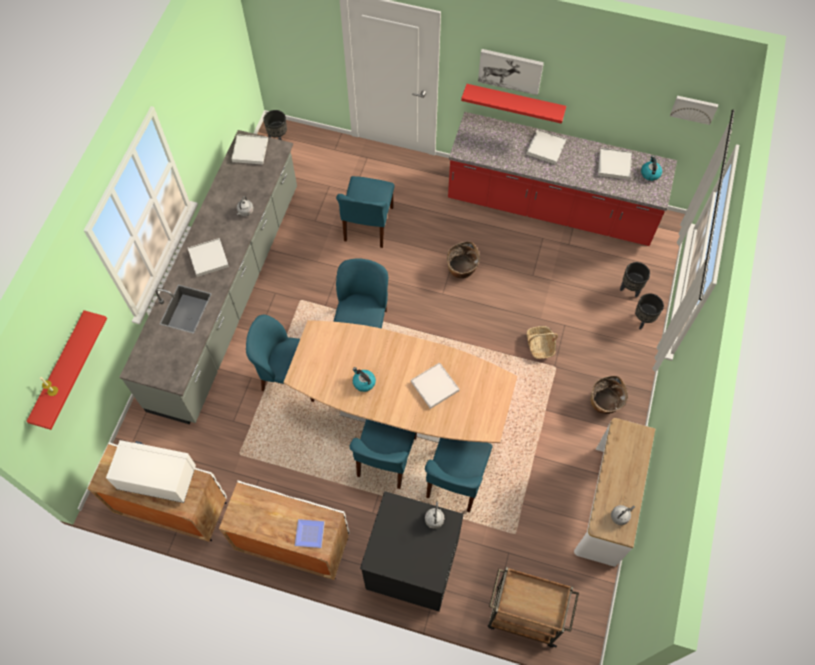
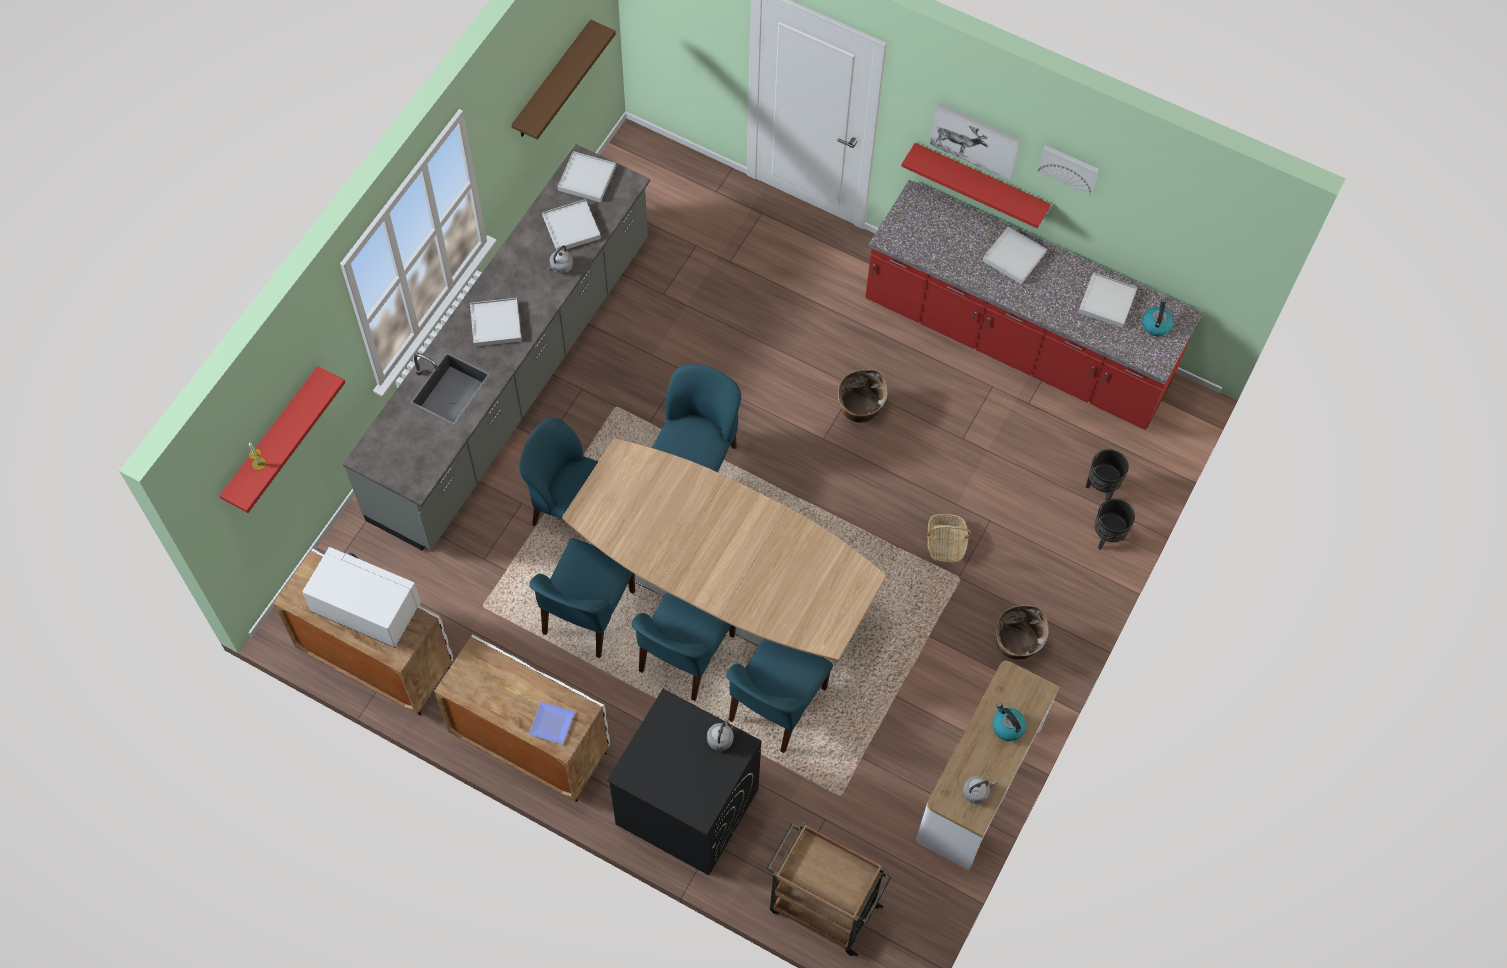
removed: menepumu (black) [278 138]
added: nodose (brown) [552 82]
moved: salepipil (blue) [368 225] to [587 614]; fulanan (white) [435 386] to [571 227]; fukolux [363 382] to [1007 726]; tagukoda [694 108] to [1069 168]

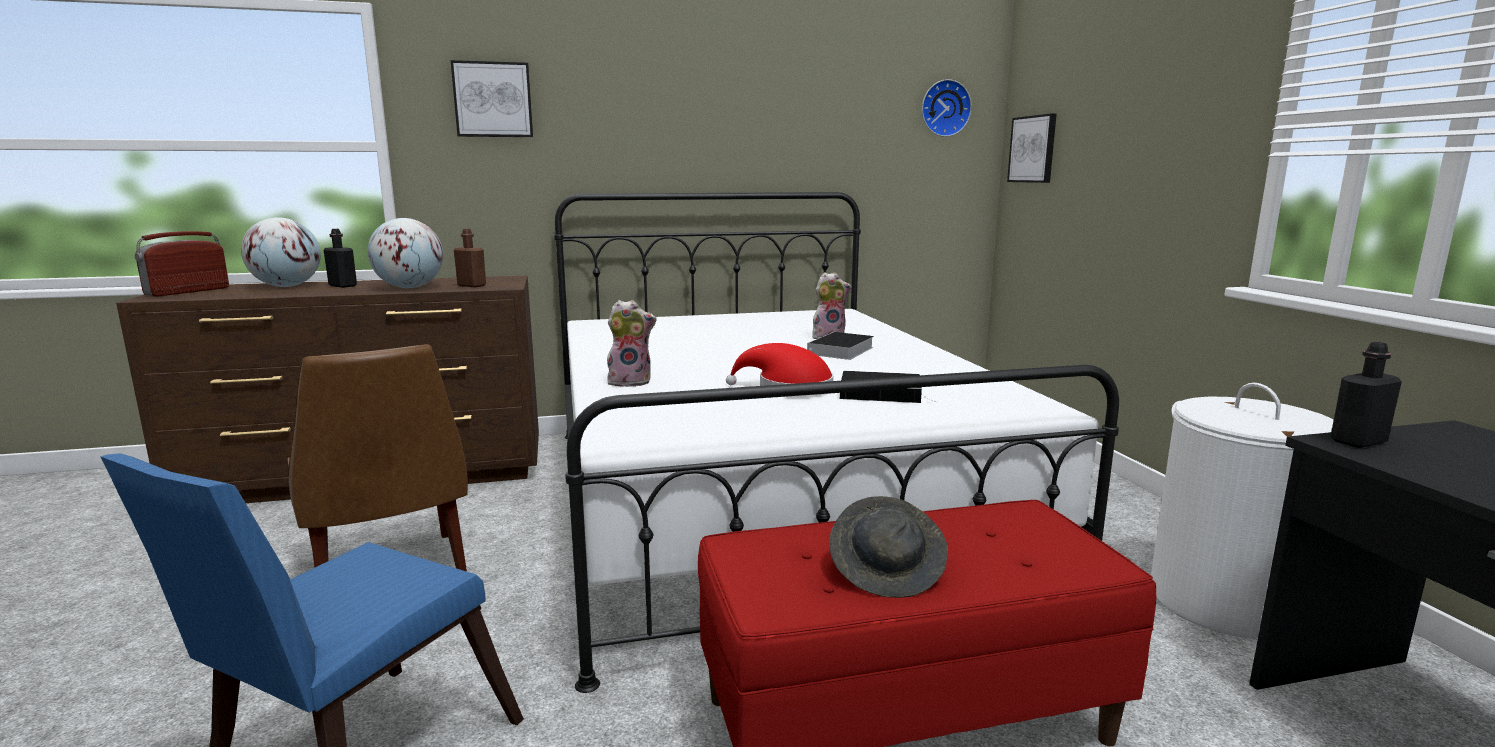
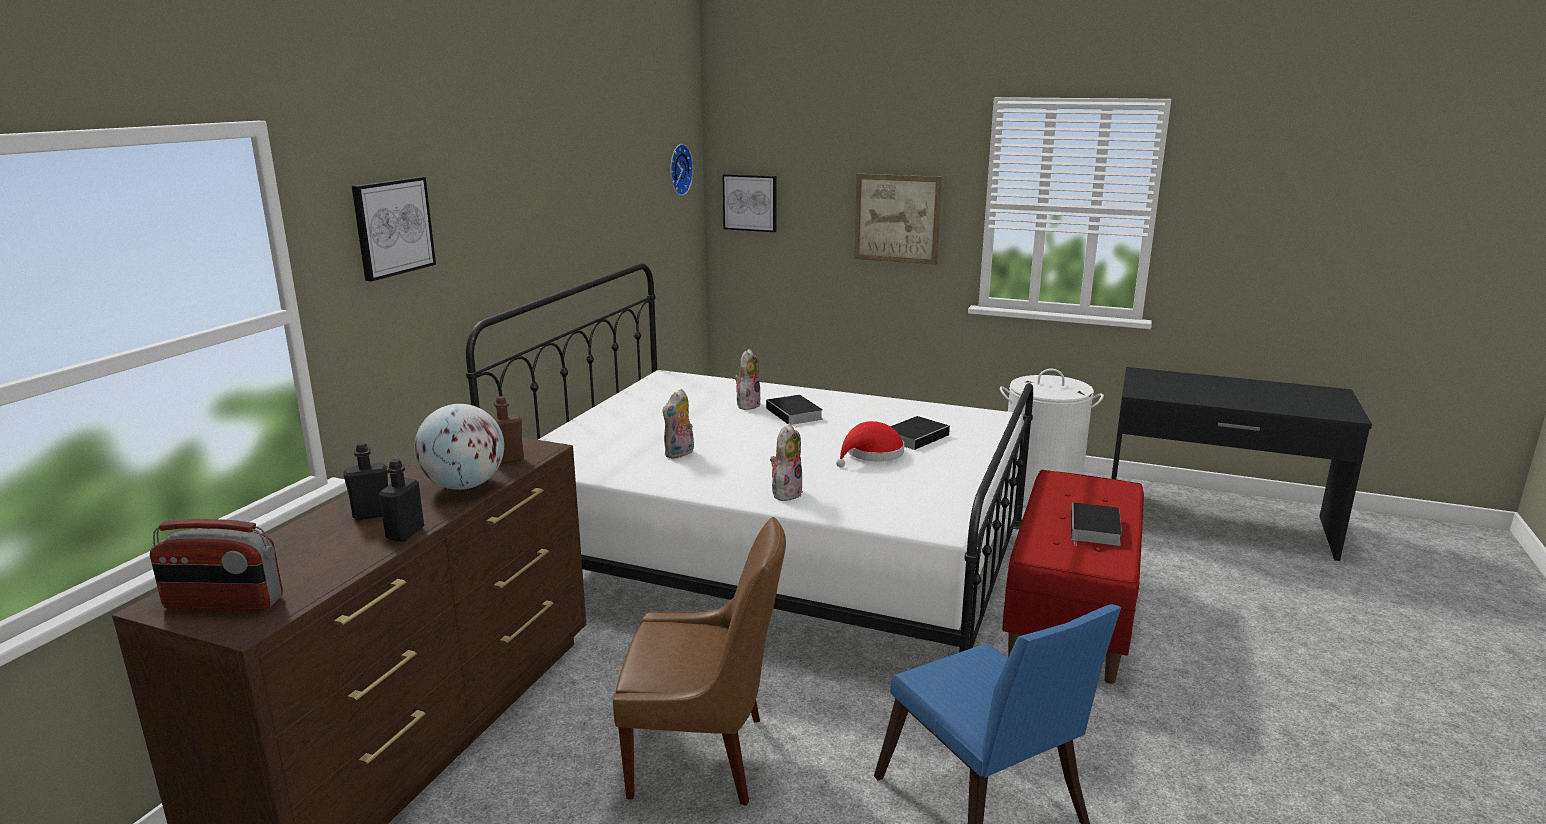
removed: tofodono [286 286]
added: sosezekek [680 454]; tagukoda [897 218]
moved: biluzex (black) [1358 442] to [405 533]
replaced: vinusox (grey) [887 571] to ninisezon [1095 529]
turned: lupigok [187 291] = [223 603] 60 degrees counterclockwise

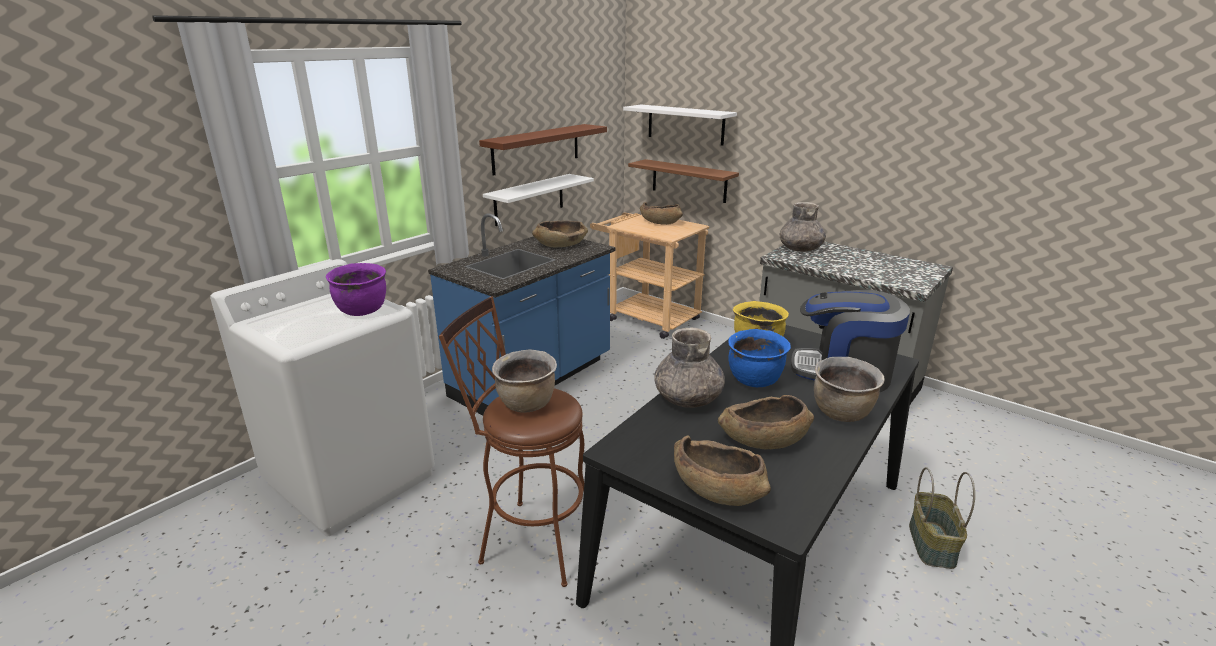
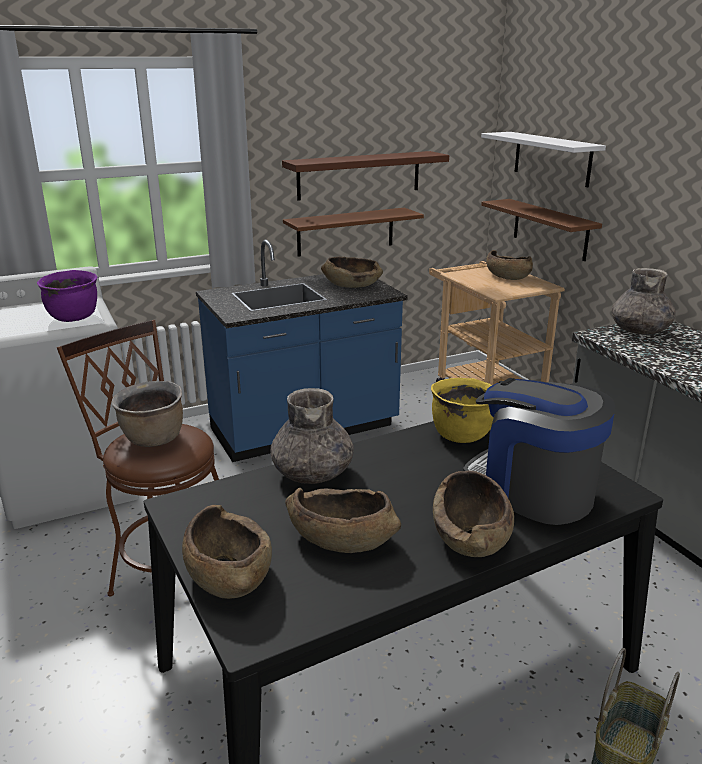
removed: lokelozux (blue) [755 380]
replaced: lokelozux (brown) [842 413] to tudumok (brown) [471 536]
recoloured: nodose (white) [529 199] to nodose (brown) [345 232]

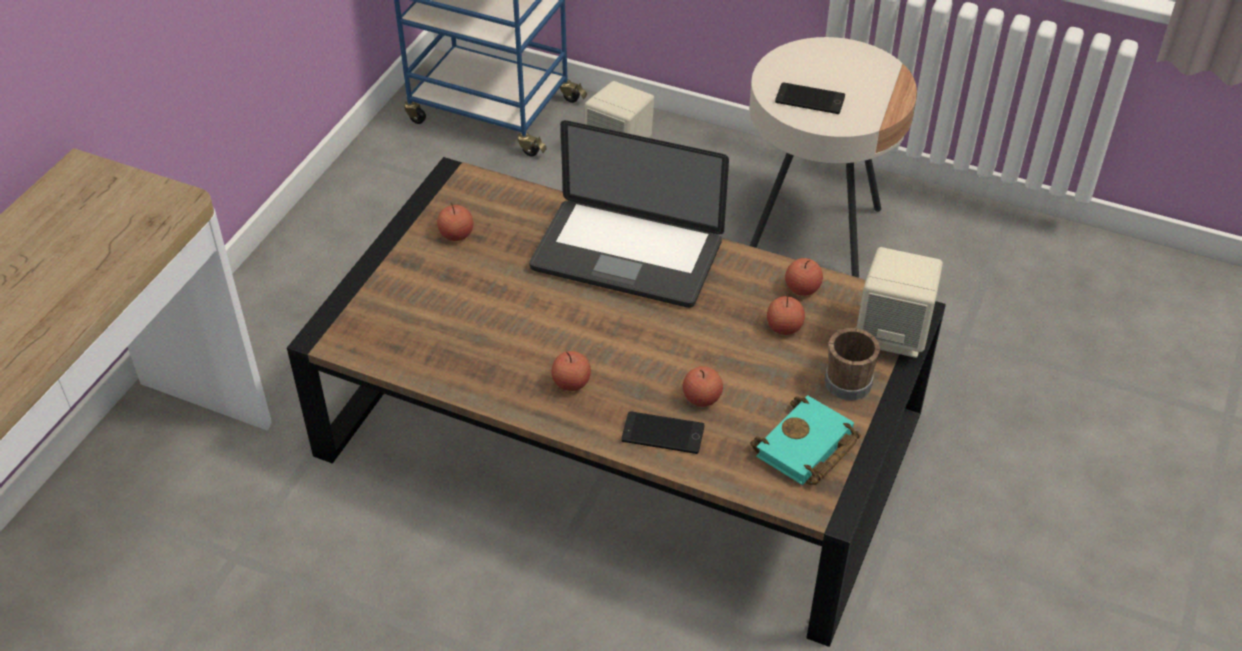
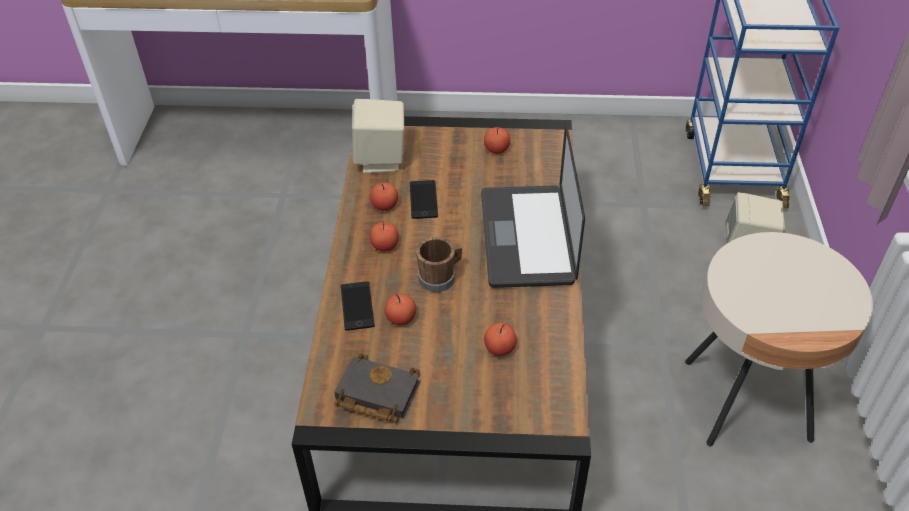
moved: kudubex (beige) [893 333] to [381 159]; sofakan [802 288] to [385 206]; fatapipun [810 99] to [423 200]; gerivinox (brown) [846 379] to [440 277]
recoloured: ninisezon (turquoise) [806 449] to ninisezon (black) [374 394]

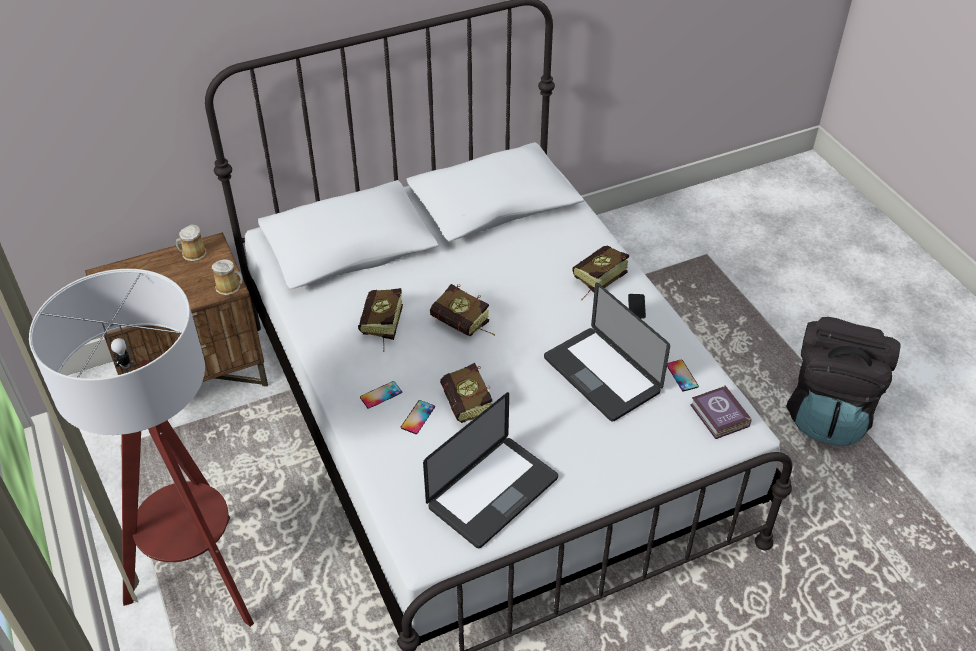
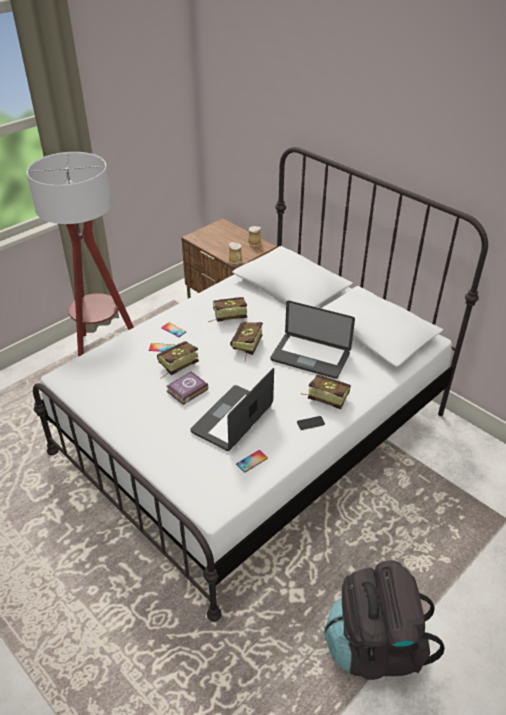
moved: ninisezon [719 417] to [186 390]; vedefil [493 493] to [310 357]

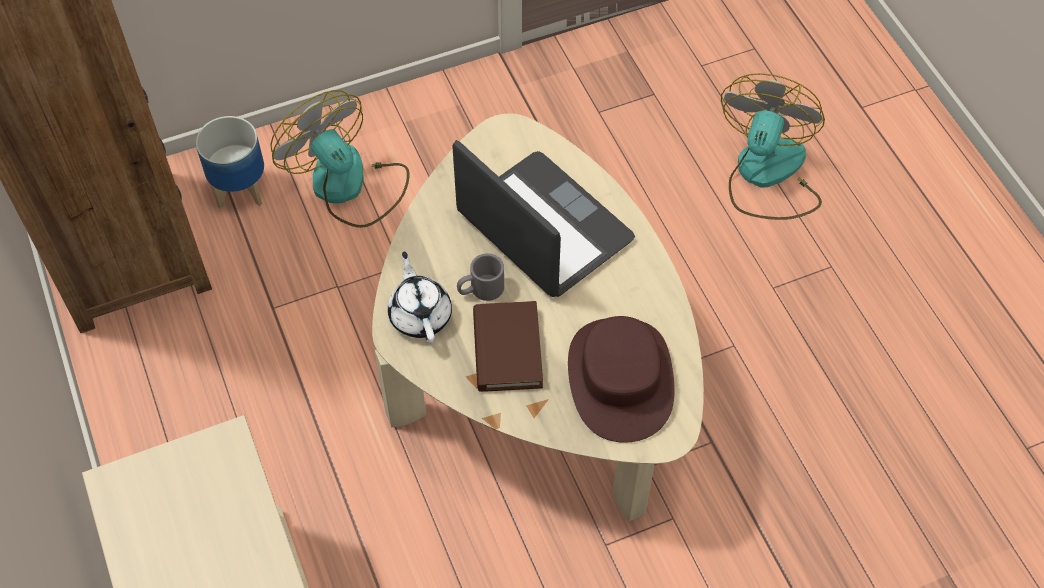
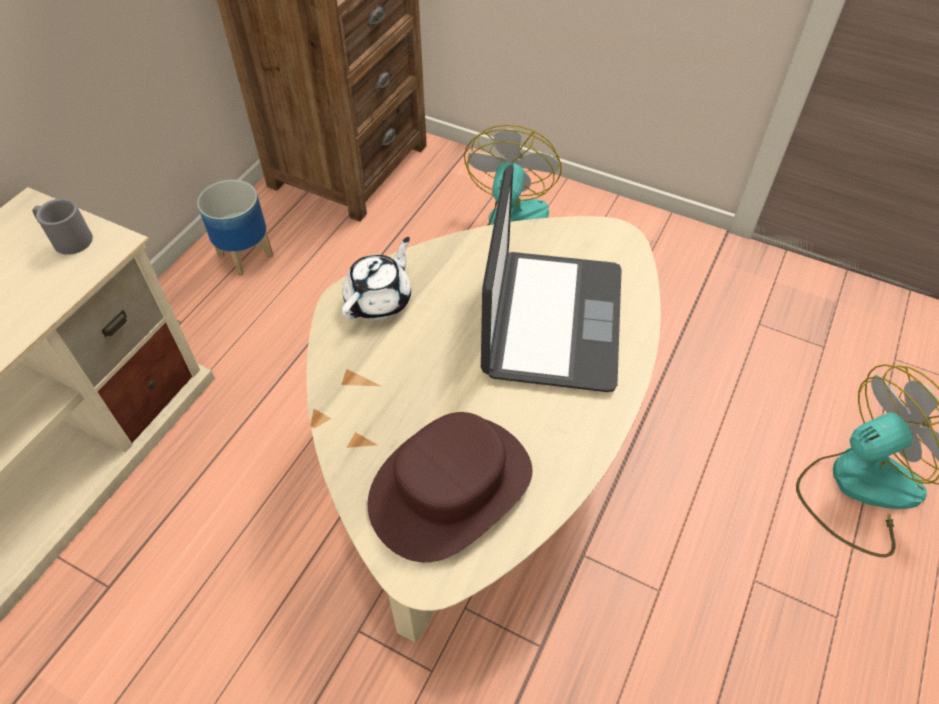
removed: ninisezon (brown) [507 349]
moved: gerivinox (grey) [480 289] to [66 238]; menepumu [239 189] to [245 255]

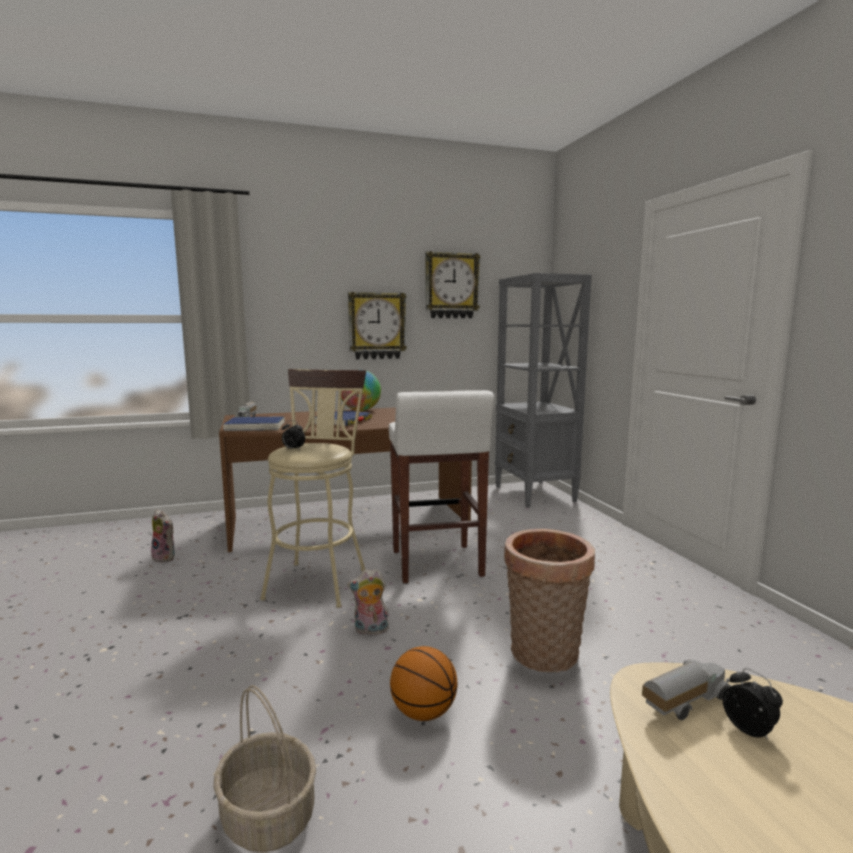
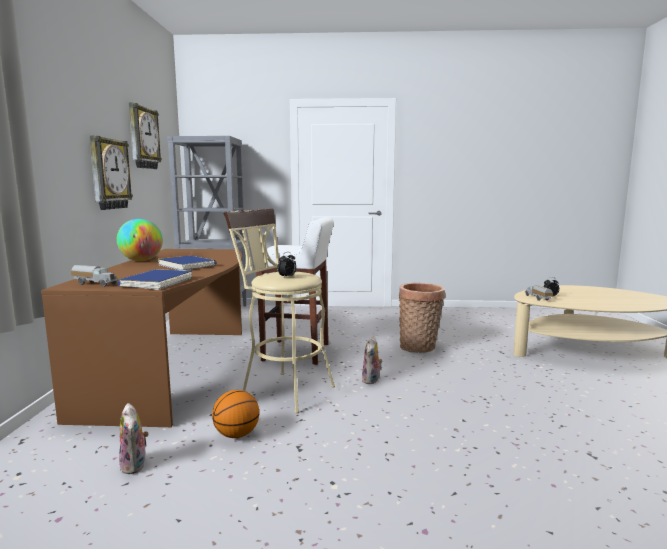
removed: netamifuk [269 816]
moved: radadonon [423 712] to [236 434]
turned: sosezekek [166 557] = [135 465] 105 degrees clockwise

